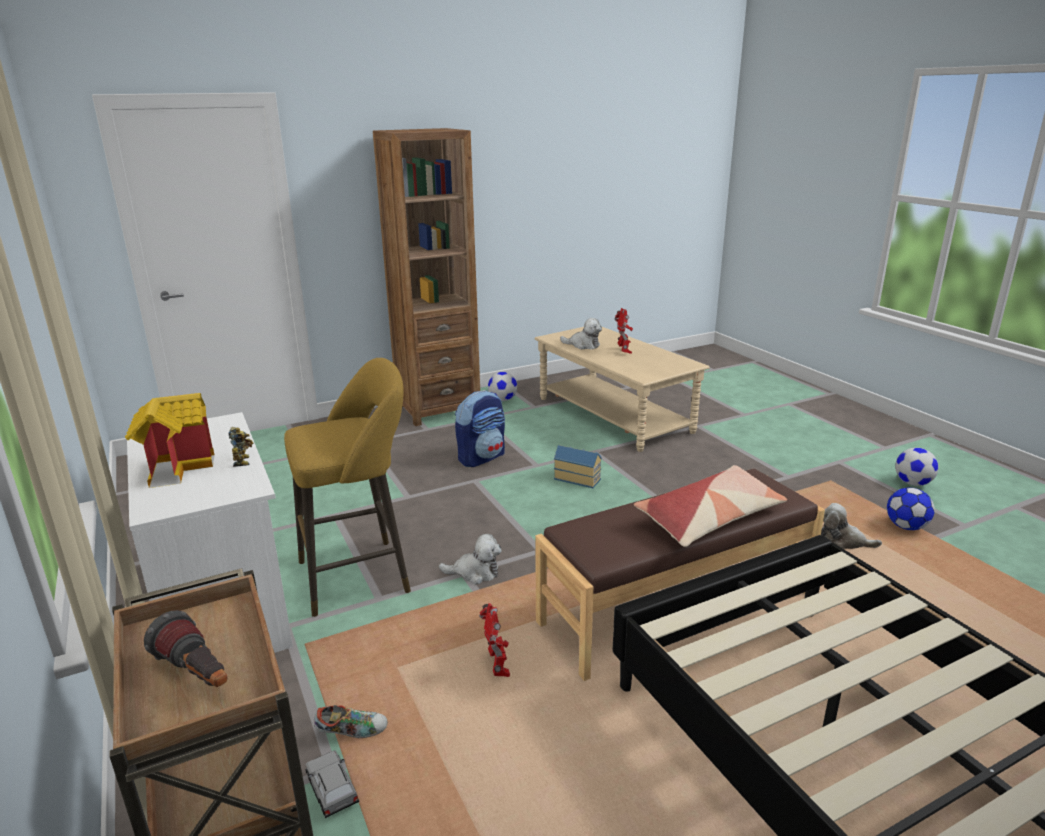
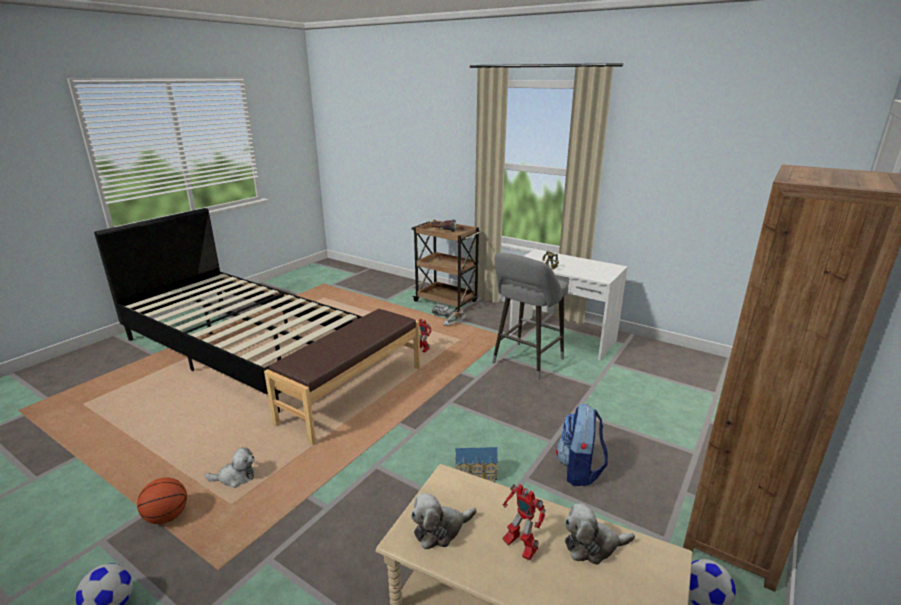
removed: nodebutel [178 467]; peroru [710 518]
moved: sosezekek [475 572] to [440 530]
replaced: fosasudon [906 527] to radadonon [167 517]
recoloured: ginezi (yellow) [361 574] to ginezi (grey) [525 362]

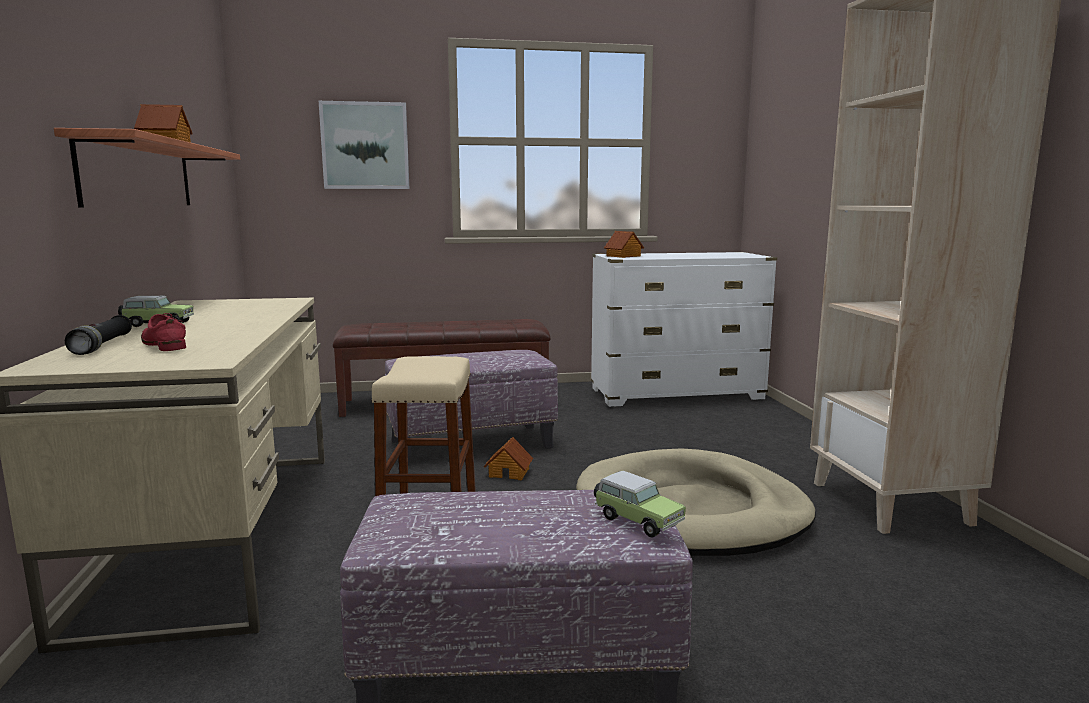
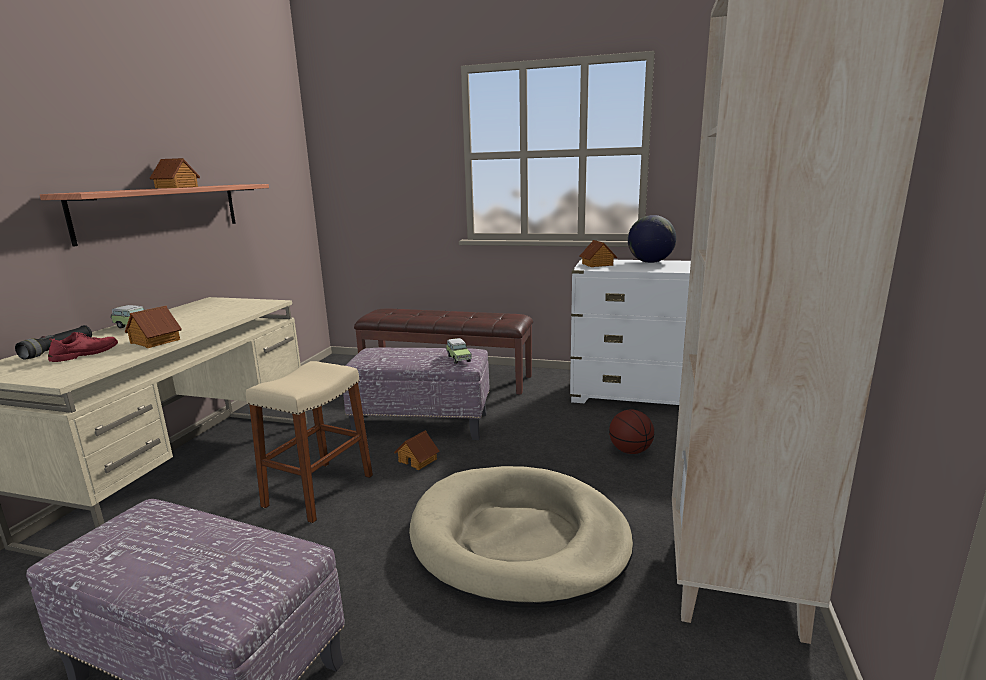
removed: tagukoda [365 146]
added: nodebutel [154 341]; radadonon [630 451]; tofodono [650 262]
moved: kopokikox [636 520] to [458 358]
turned: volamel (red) [164 345] = [86 353] 45 degrees clockwise

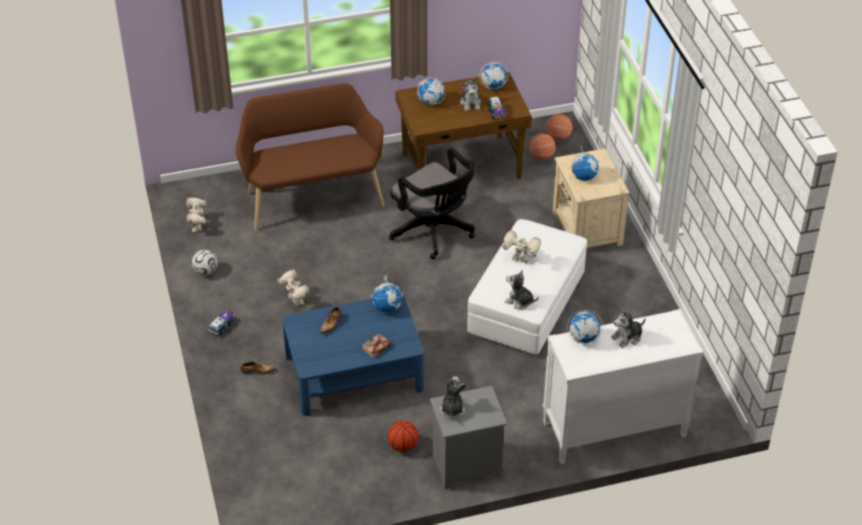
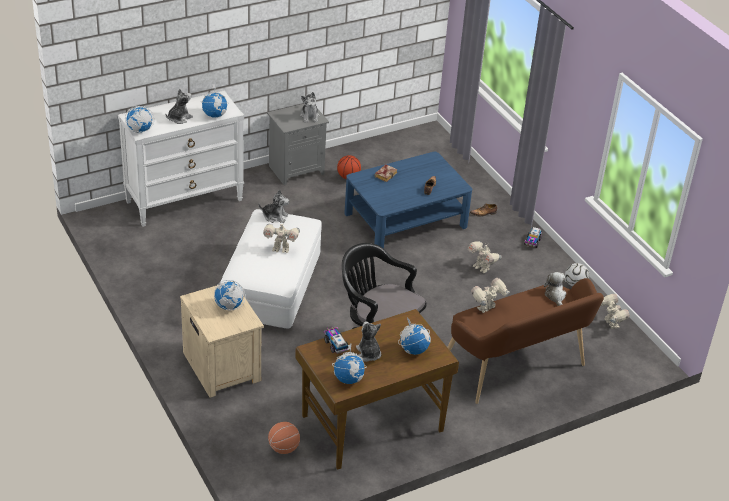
removed: radadonon [558 137]
added: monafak [487 309]; sosezekek [555 296]
moved: tofodono [387 307] to [139 130]

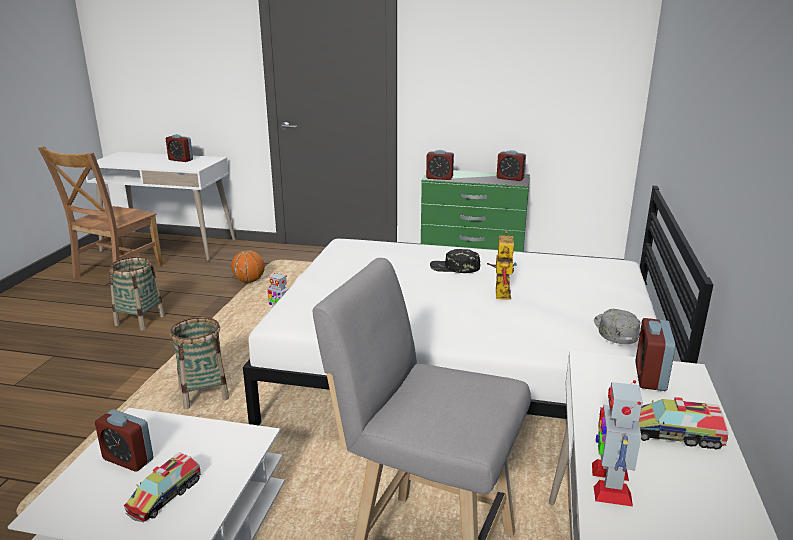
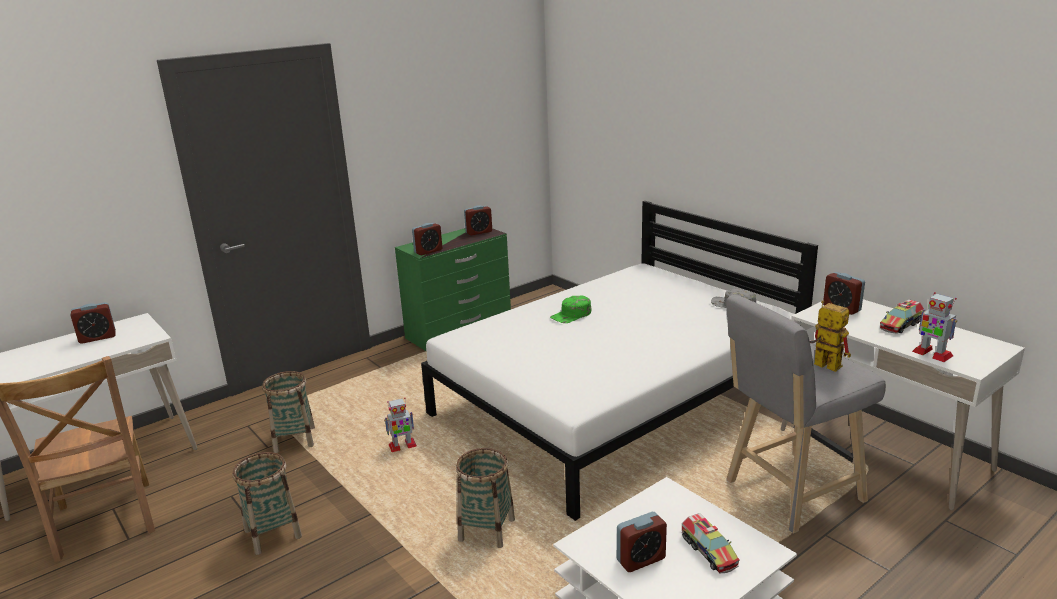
moved: monafak [500 292] to [821 364]
replaced: radadonon [249 281] to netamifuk [295 440]
recoloured: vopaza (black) [454 267] to vopaza (green) [571 315]

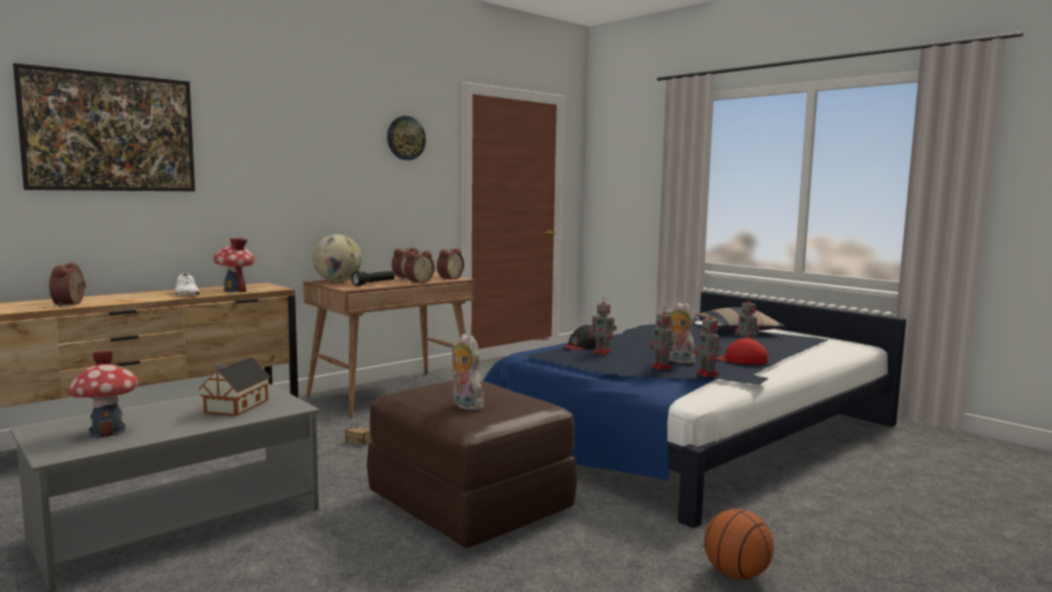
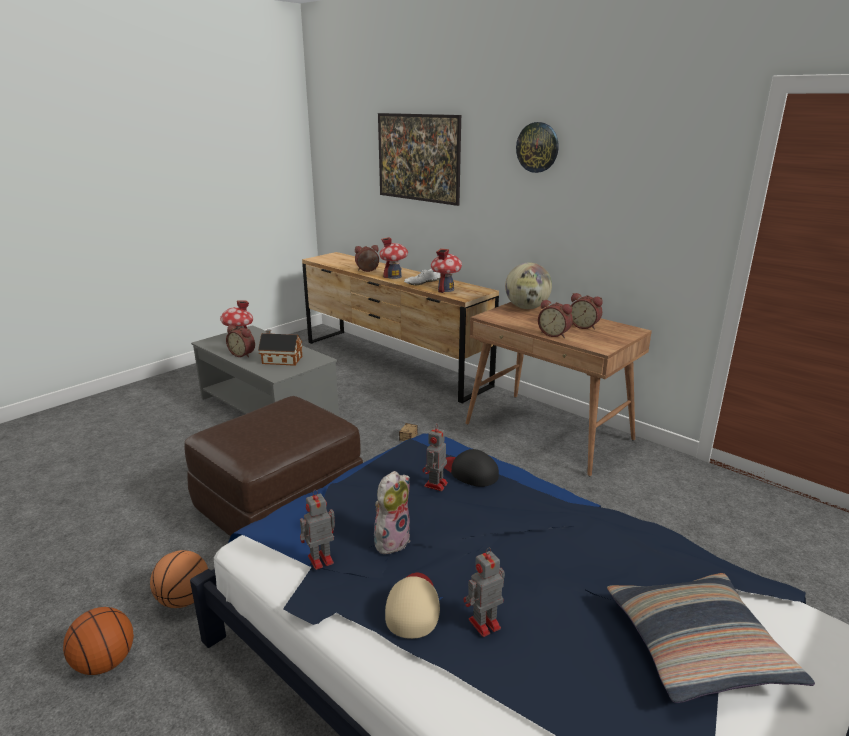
removed: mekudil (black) [374 284]; sosezekek [464 406]; monafak [662 368]
added: radadonon [184 600]; nodebutel [394 276]
moved: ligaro [449 278] to [243 354]; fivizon [405 138] to [537 147]
recoloured: vopaza (red) [740 360] to vopaza (beige) [413 606]

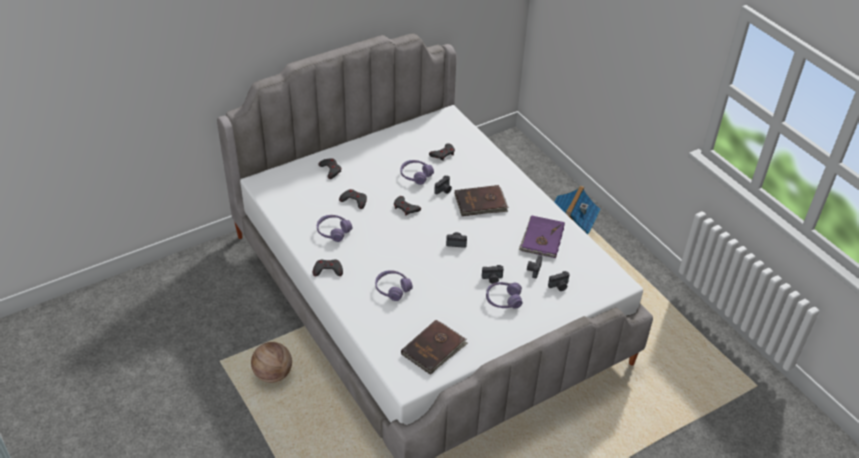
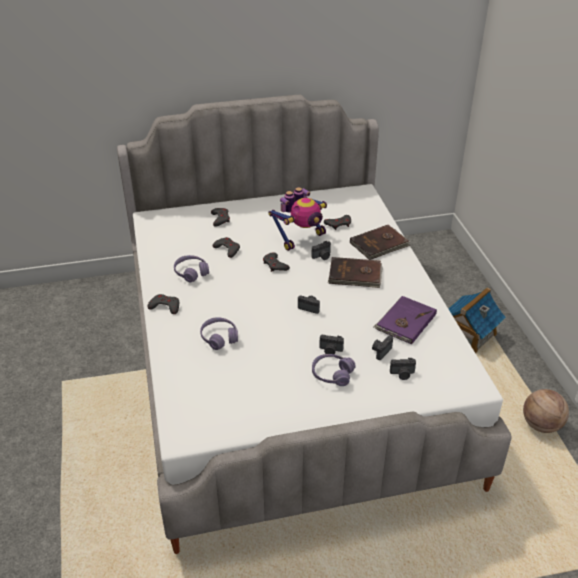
moved: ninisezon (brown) [434 349] to [379 244]; radadonon [273 374] to [541 425]
replaced: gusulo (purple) [416 175] to monafak [301 238]

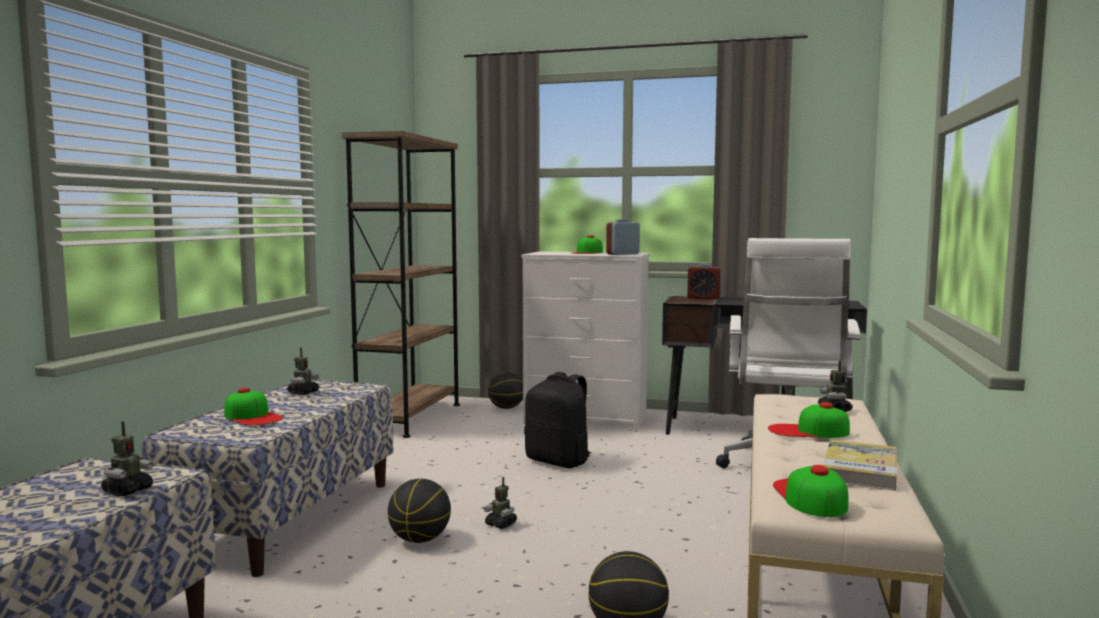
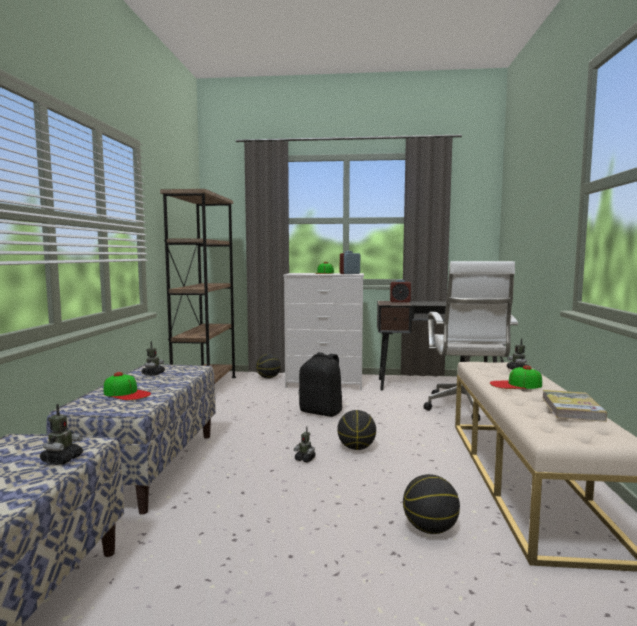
removed: vopaza [809 496]
moved: radadonon [420 540] to [356 448]

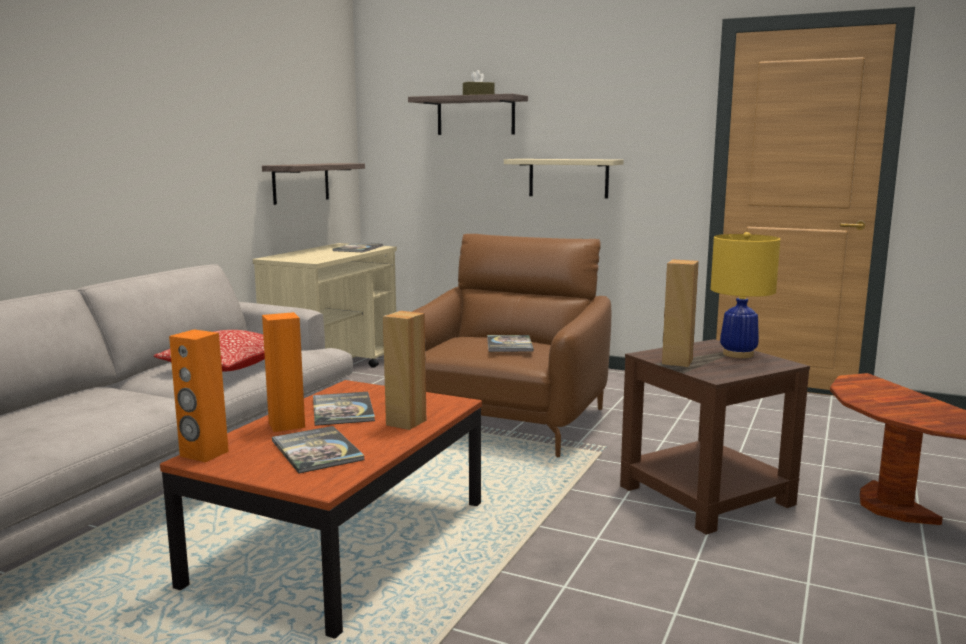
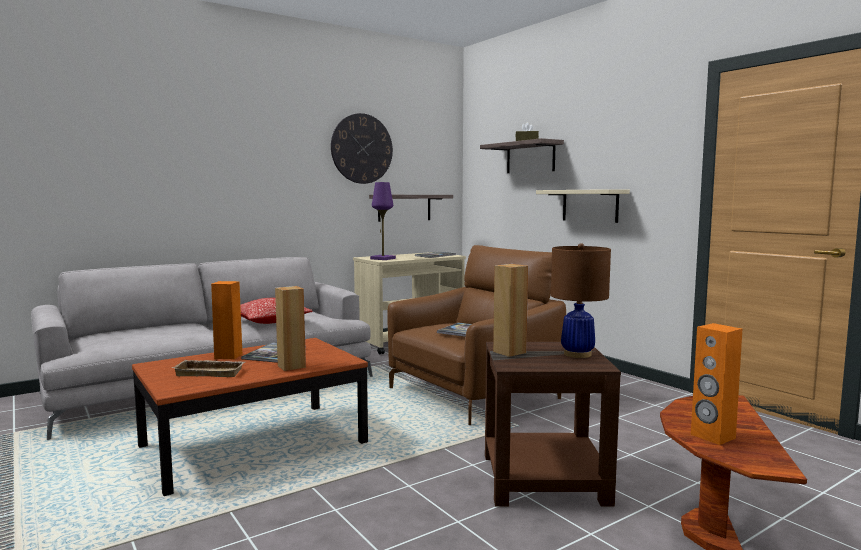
added: fivizon [362 148]; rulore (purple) [383 259]
moved: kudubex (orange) [203 454] to [712 436]
replaced: ninisezon [317 451] to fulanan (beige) [211 372]
recoloured: rulore (yellow) [738 354] to rulore (brown) [577 354]

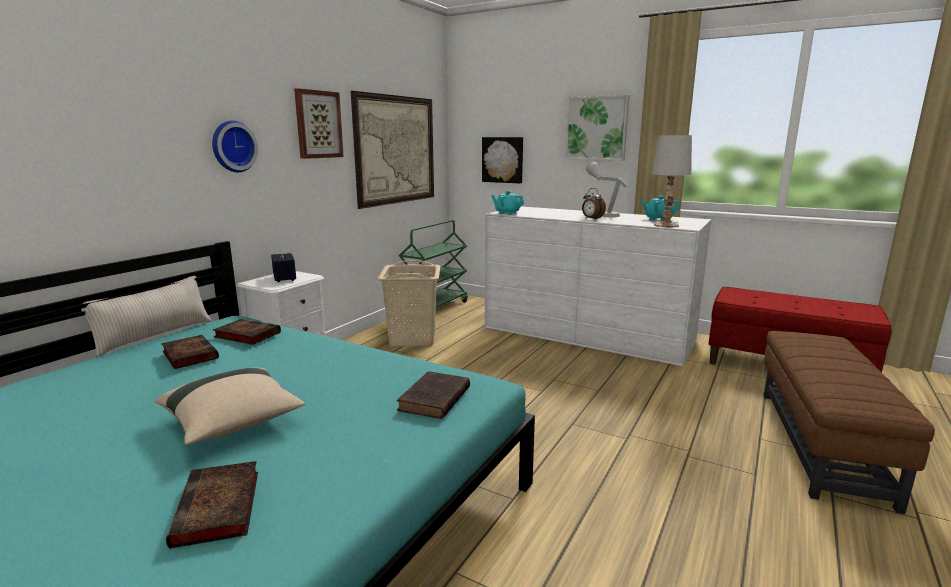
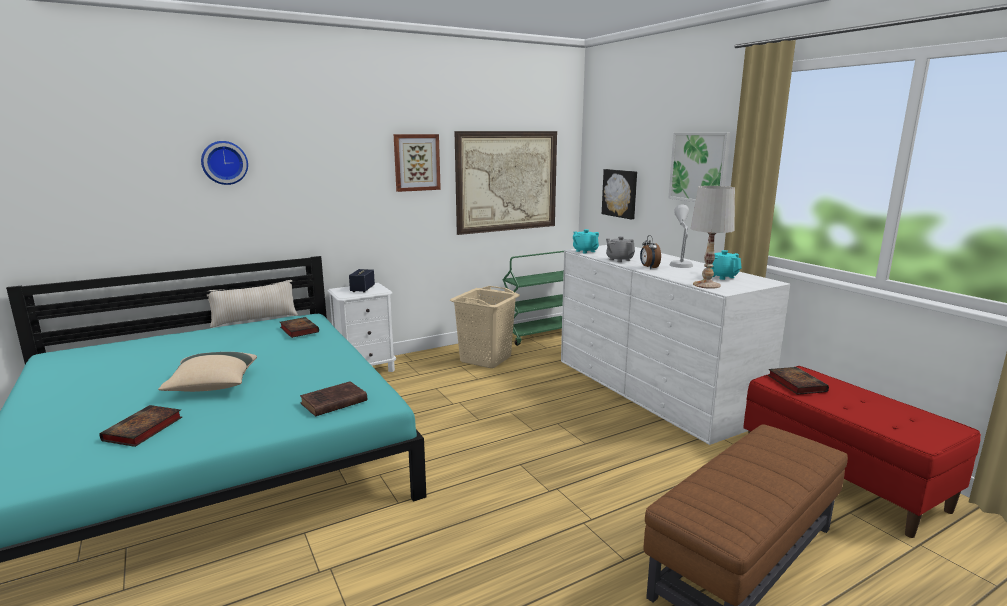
added: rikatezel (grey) [619 260]
moved: fivizon [232 146] to [224 162]; ninisezon [189 355] to [795 383]

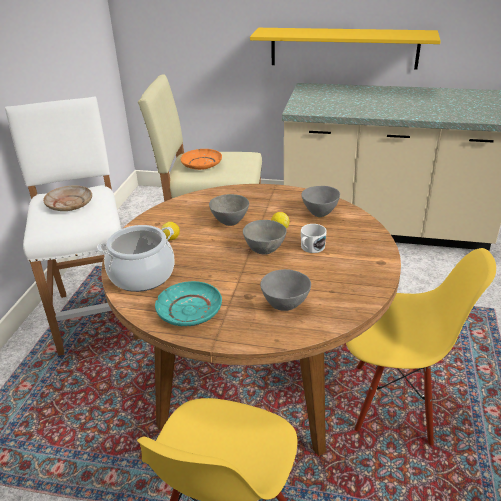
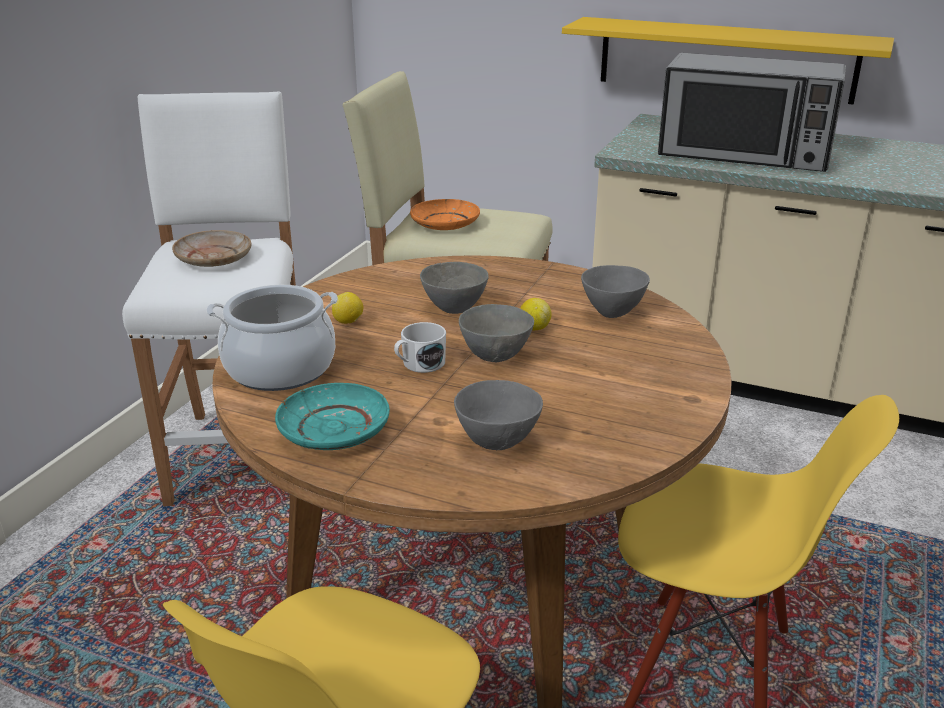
added: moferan [744 155]
moved: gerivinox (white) [310 248] to [419 364]

